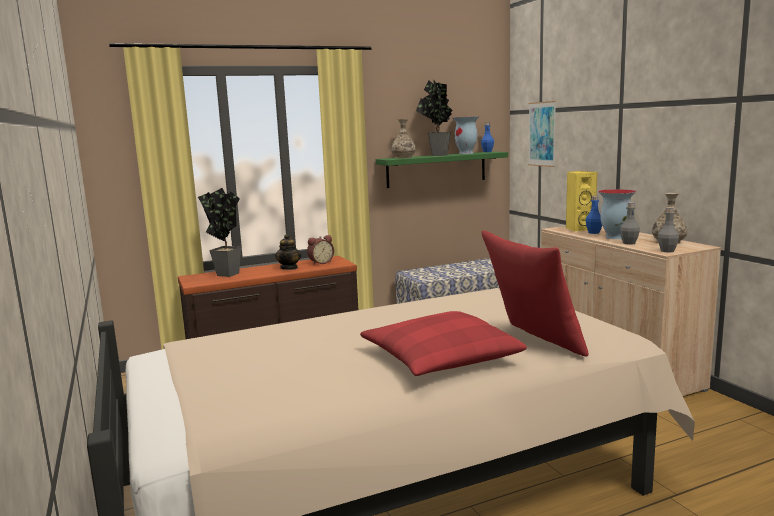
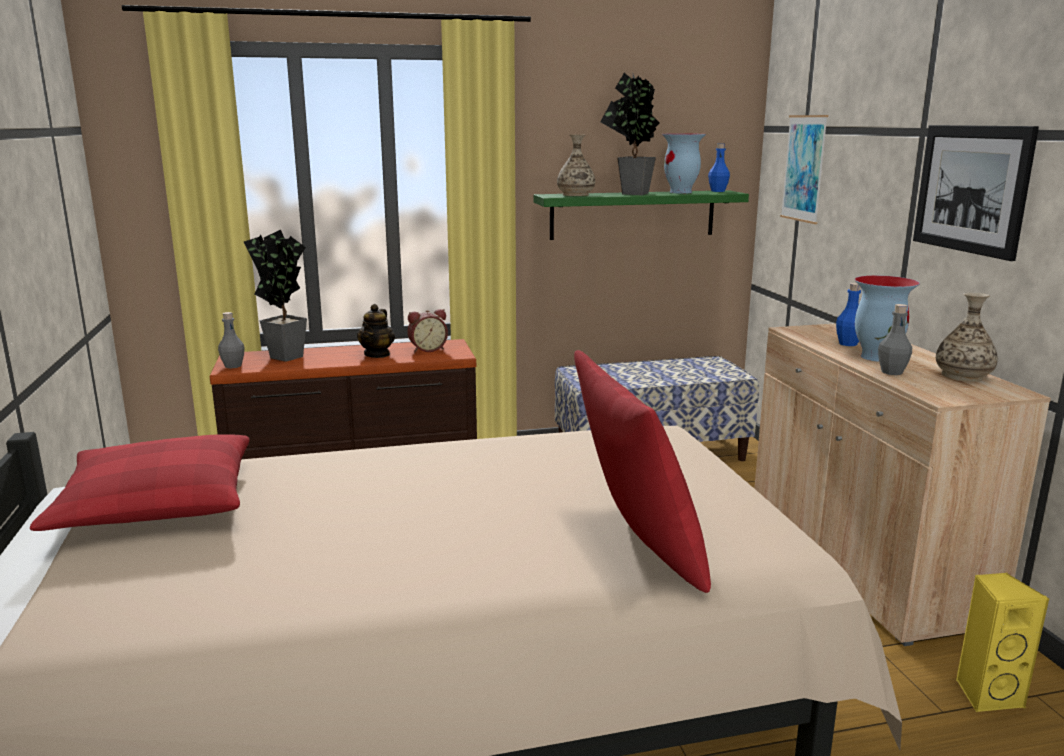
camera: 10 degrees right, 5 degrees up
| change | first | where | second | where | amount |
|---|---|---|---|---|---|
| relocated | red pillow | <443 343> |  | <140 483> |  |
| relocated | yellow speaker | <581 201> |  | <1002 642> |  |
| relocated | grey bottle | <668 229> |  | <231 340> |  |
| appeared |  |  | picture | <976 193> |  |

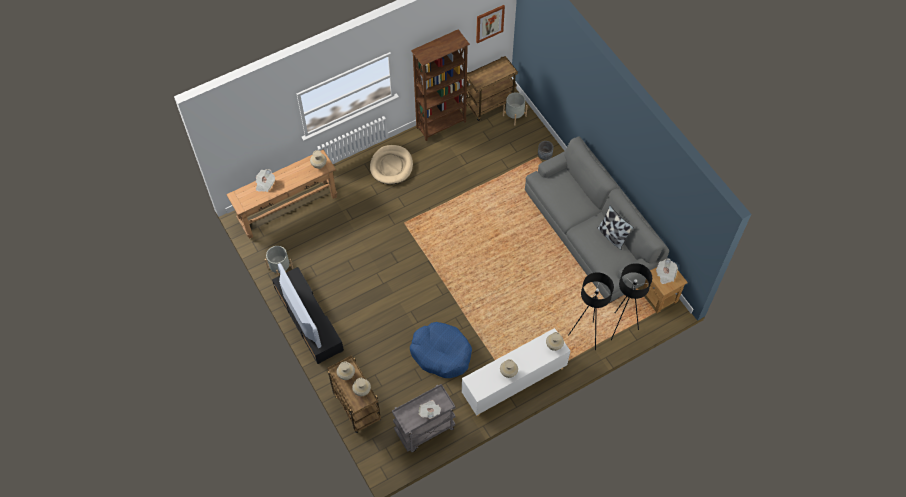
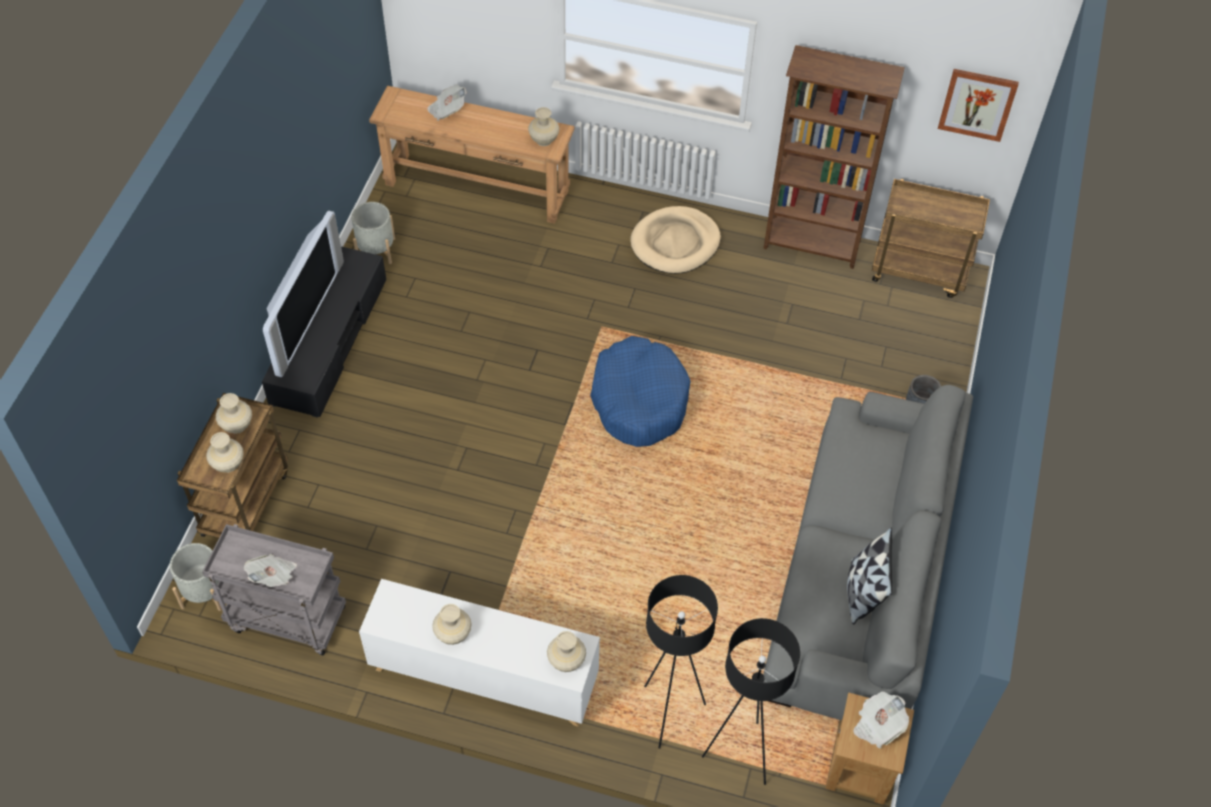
camera: 45 degrees right, 5 degrees down
| change | first | where | second | where | amount |
|---|---|---|---|---|---|
| relocated | blue dog bed | <441 350> |  | <640 391> |  |
| relocated | grey planter | <515 109> |  | <196 577> |  |

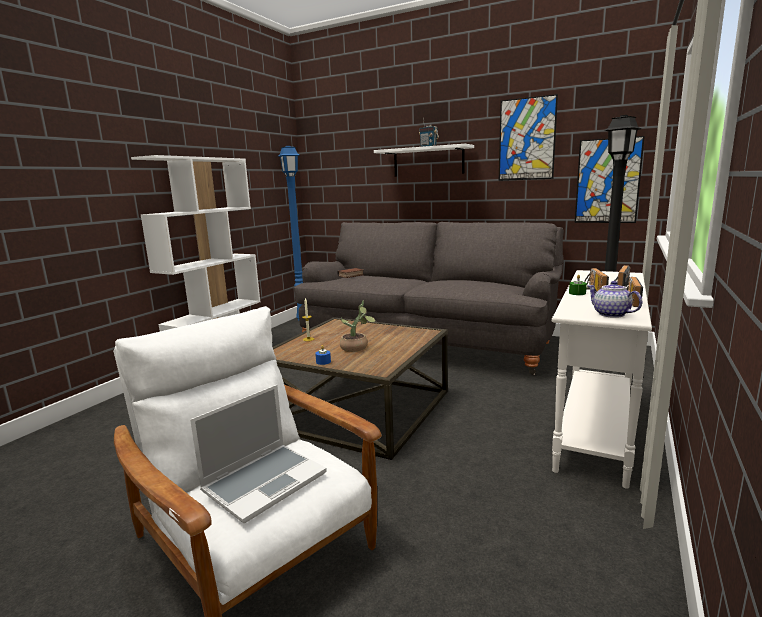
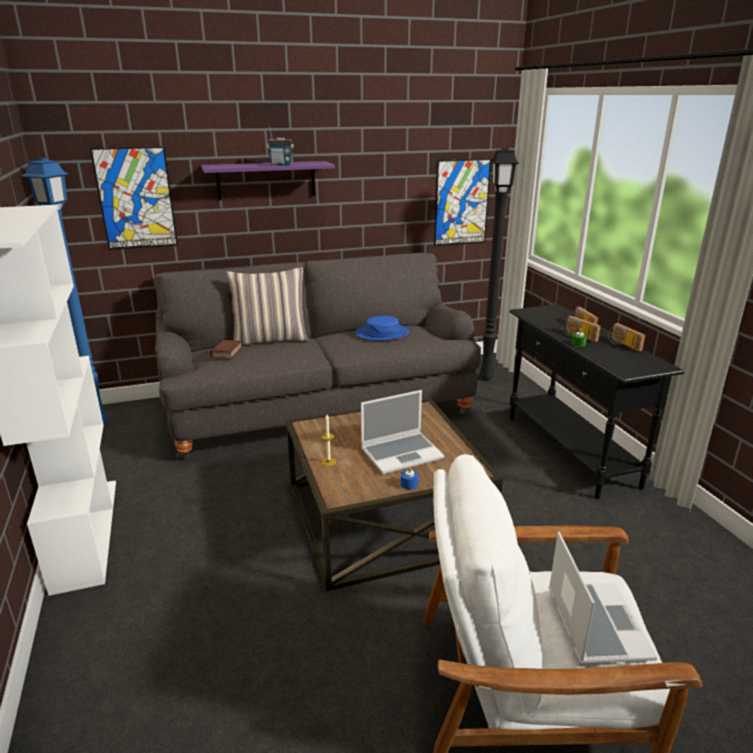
camera: 45 degrees left, 10 degrees up
| change | first | where | second | where | amount |
|---|---|---|---|---|---|
| exchanged | potted plant | <358 326> | laptop | <402 432> |  |
| colour | white shelf | <424 160> | purple shelf | <268 180> |  |
| relocated | picture | <528 137> |  | <134 198> |  |
| colour | white console table | <601 379> | black console table | <597 401> |  |
| missing | teapot | <615 299> |  |  |  |
| appeared |  |  | pillow | <267 306> |  |
| appeared |  |  | blue hat | <382 328> |  |

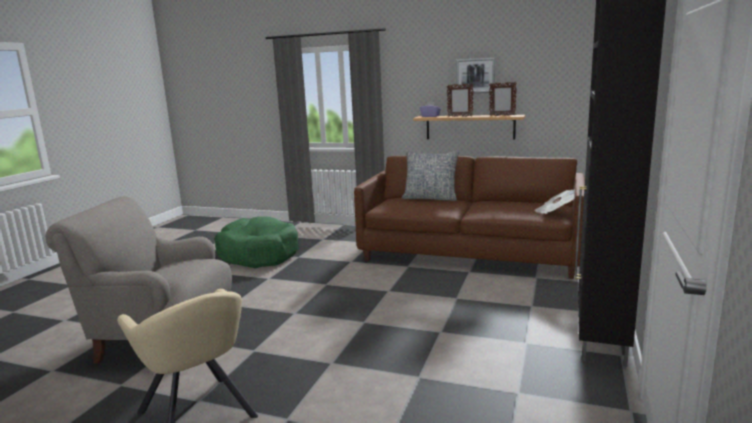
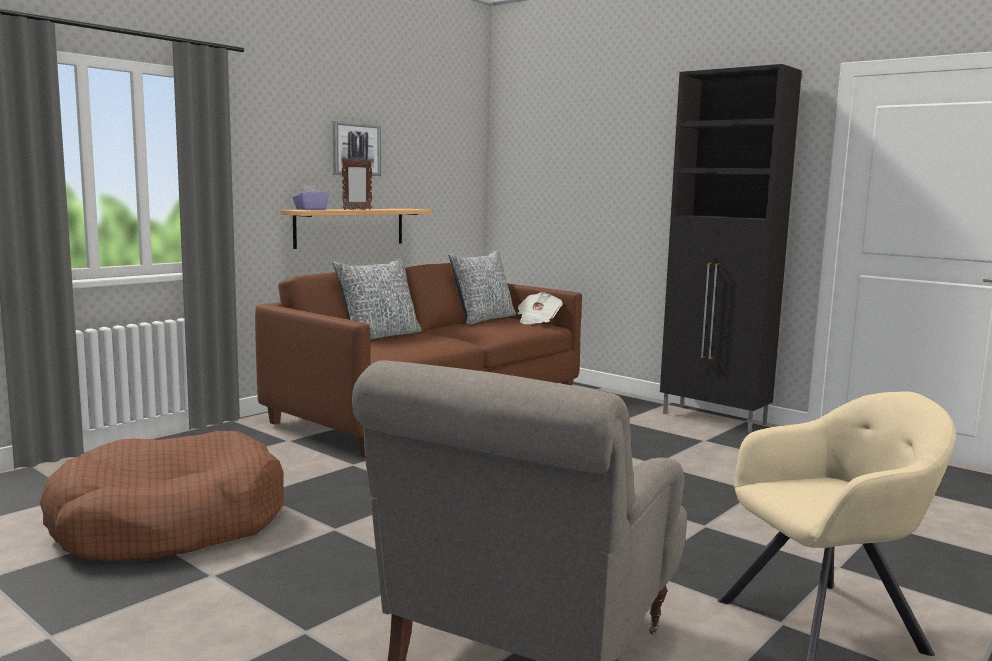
camera: 70 degrees left, 5 degrees down
| change | first | where | second | where | amount |
|---|---|---|---|---|---|
| colour | green dog bed | <257 242> | brown dog bed | <162 496> |  |
| missing | picture frame | <503 99> |  |  |  |
| appeared |  |  | pillow | <482 287> |  |

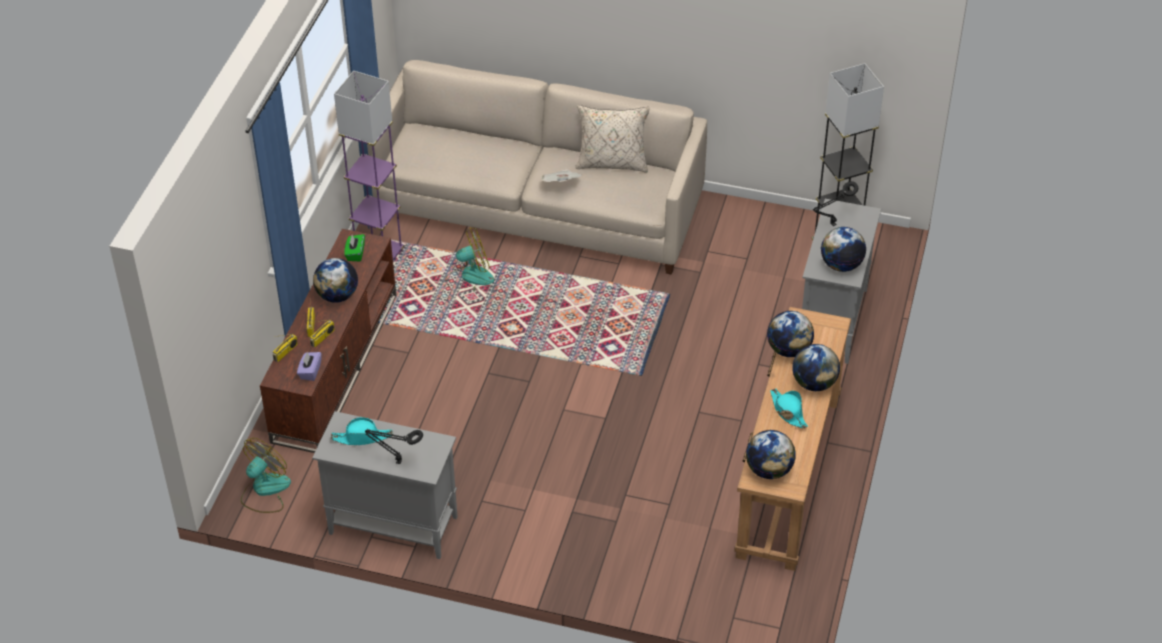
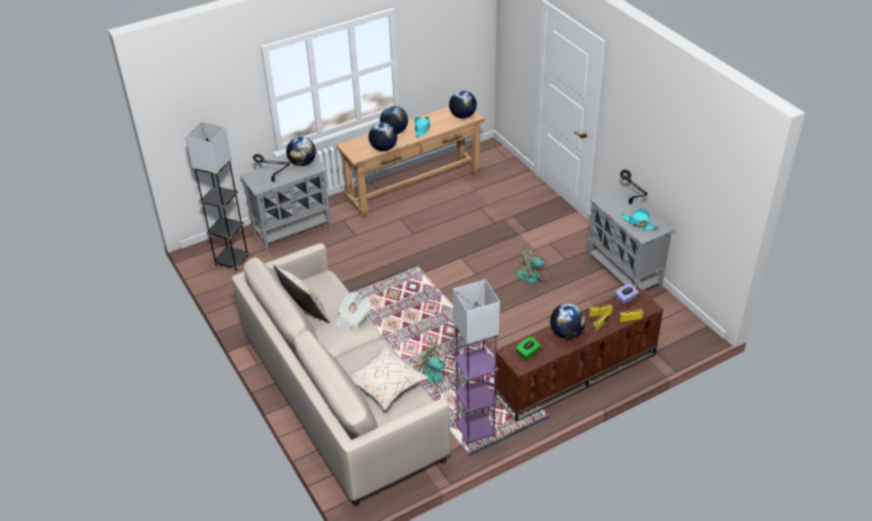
camera: 135 degrees left, 5 degrees down
| change | first | where | second | where | amount |
|---|---|---|---|---|---|
| relocated | fan | <266 475> |  | <534 264> |  |
| appeared |  |  | beige pillow | <388 378> |  |

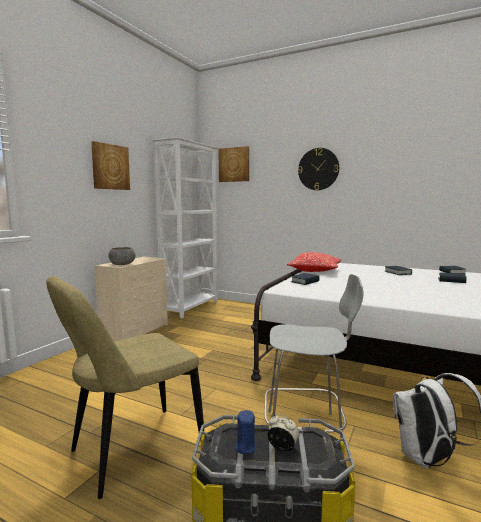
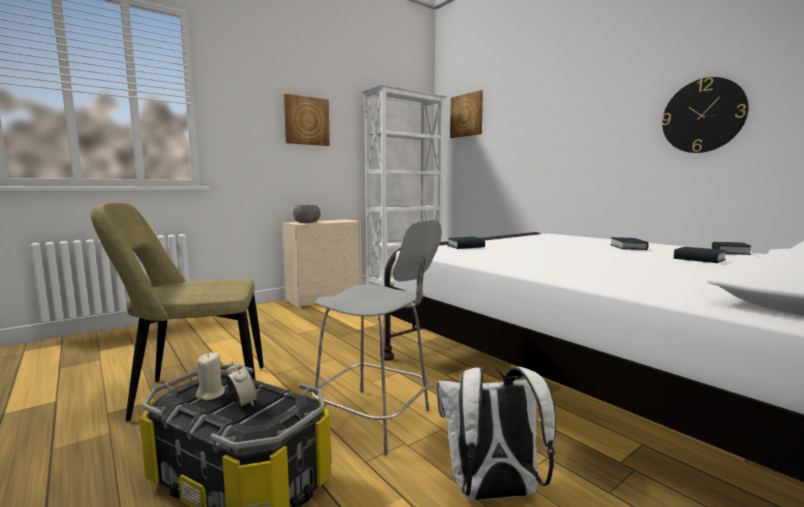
camera: 25 degrees right, 0 degrees up
| change | first | where | second | where | amount |
|---|---|---|---|---|---|
| colour | blue candle | <245 432> | beige candle | <210 376> |  |
| missing | pillow | <314 262> |  |  |  |
| relocated | wall clock | <318 169> |  | <705 115> |  |

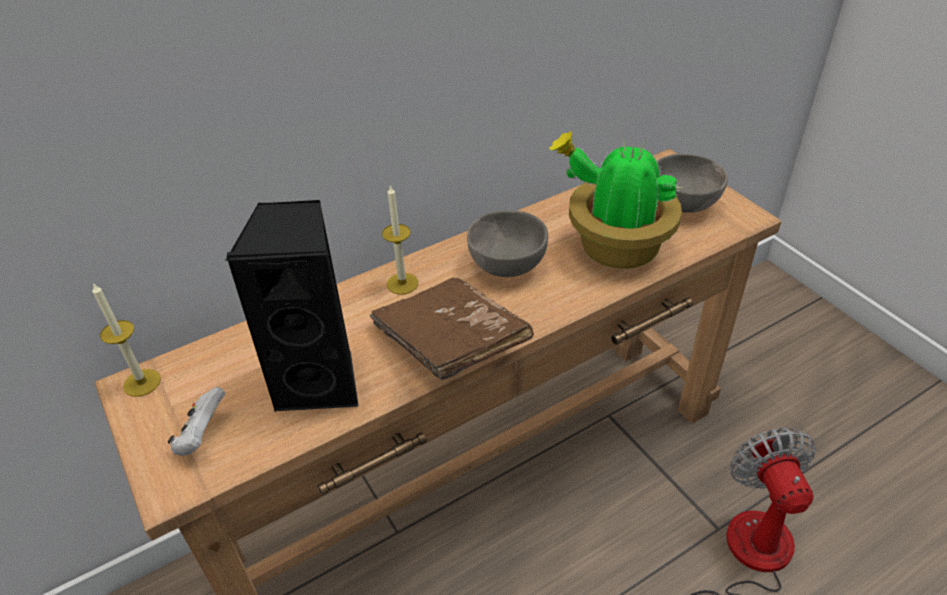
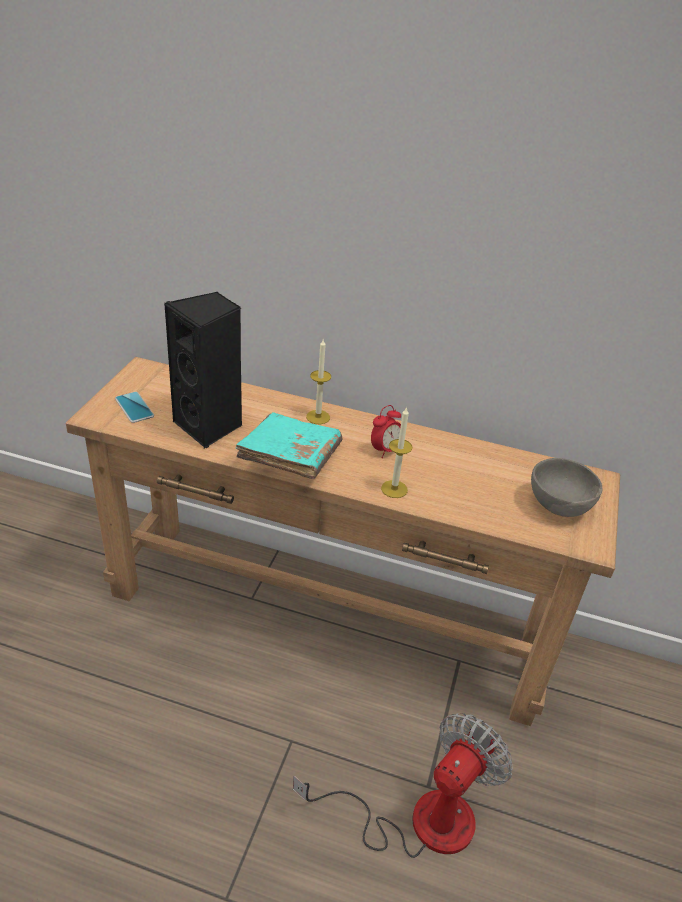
camera: 45 degrees right, 5 degrees down
| change | first | where | second | where | amount |
|---|---|---|---|---|---|
| relocated | candle | <126 340> |  | <397 452> |  |
| exchanged | white game controller | <197 421> | phone | <134 407> |  |
| colour | brown book | <452 329> | turquoise book | <288 445> |  |
| exchanged | grey bowl | <507 243> | alarm clock | <386 432> |  |
| missing | potted plant | <615 200> |  |  |  |

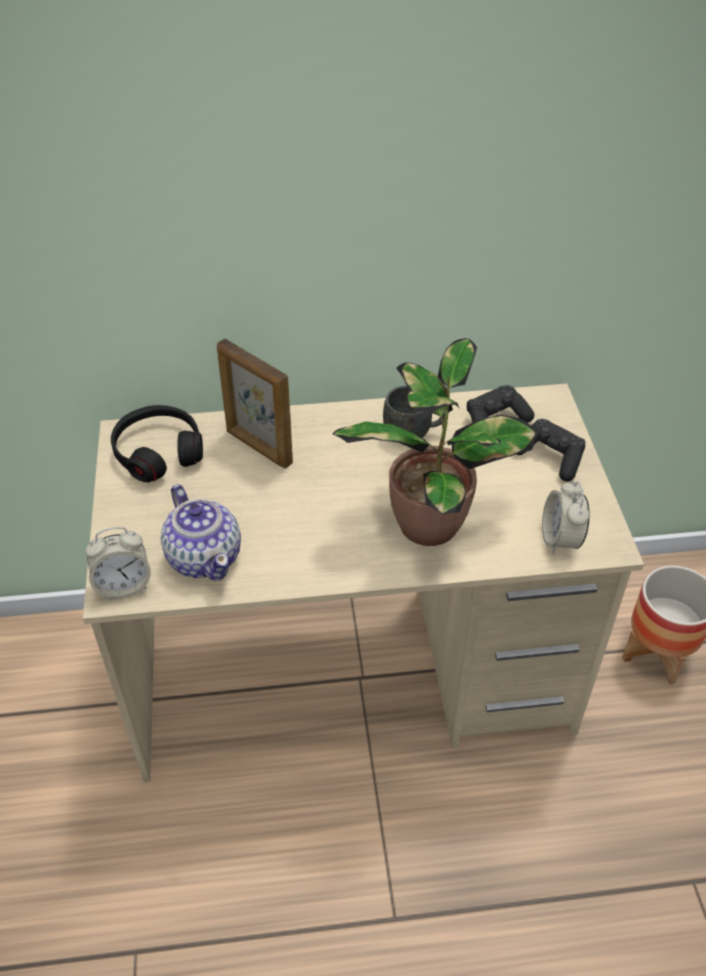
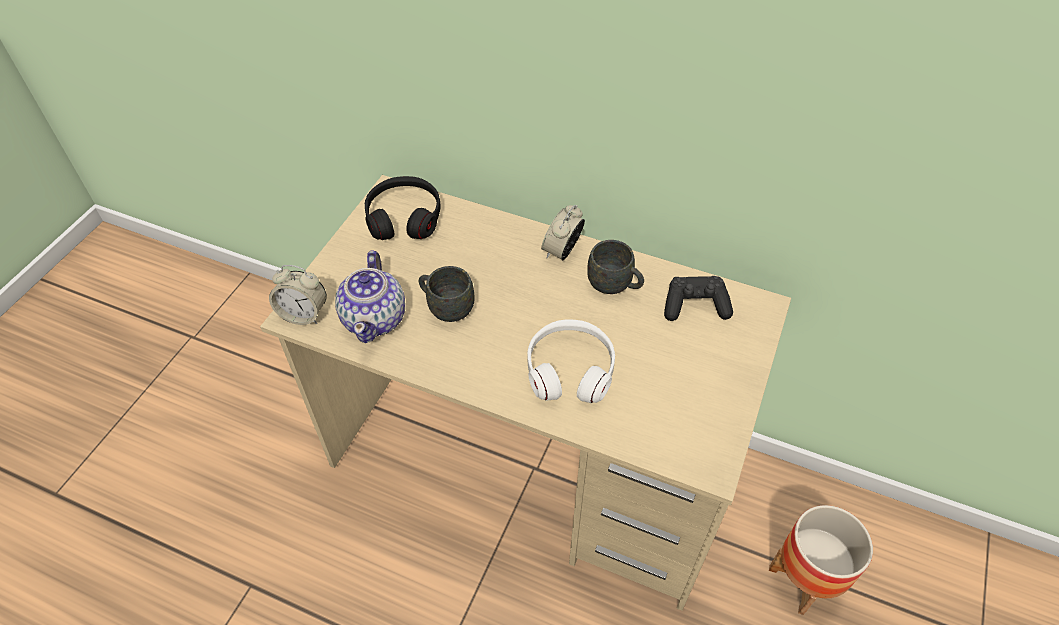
camera: 30 degrees right, 5 degrees up
| change | first | where | second | where | amount |
|---|---|---|---|---|---|
| missing | picture frame | <255 404> |  |  |  |
| exchanged | potted plant | <434 442> | white headphones | <571 361> |  |
| missing | black game controller | <550 450> |  |  |  |
| relocated | alarm clock | <566 517> |  | <563 232> |  |
| appeared |  |  | grey mug | <446 294> |  |

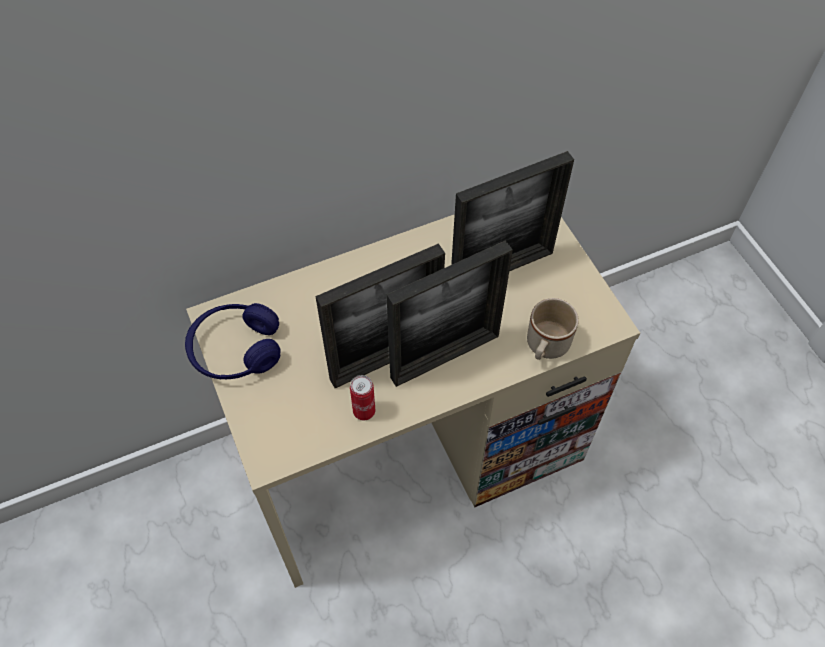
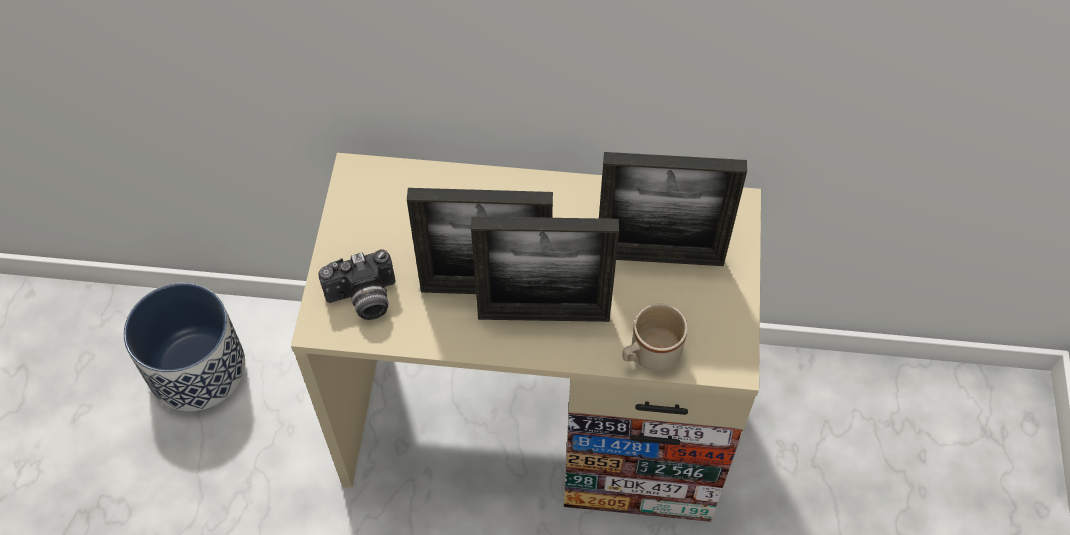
camera: 30 degrees right, 0 degrees up
| change | first | where | second | where | amount |
|---|---|---|---|---|---|
| missing | blue headphones | <233 341> |  |  |  |
| missing | can | <362 397> |  |  |  |
| appeared |  |  | planter | <184 347> |  |
| appeared |  |  | photo camera | <357 284> |  |

